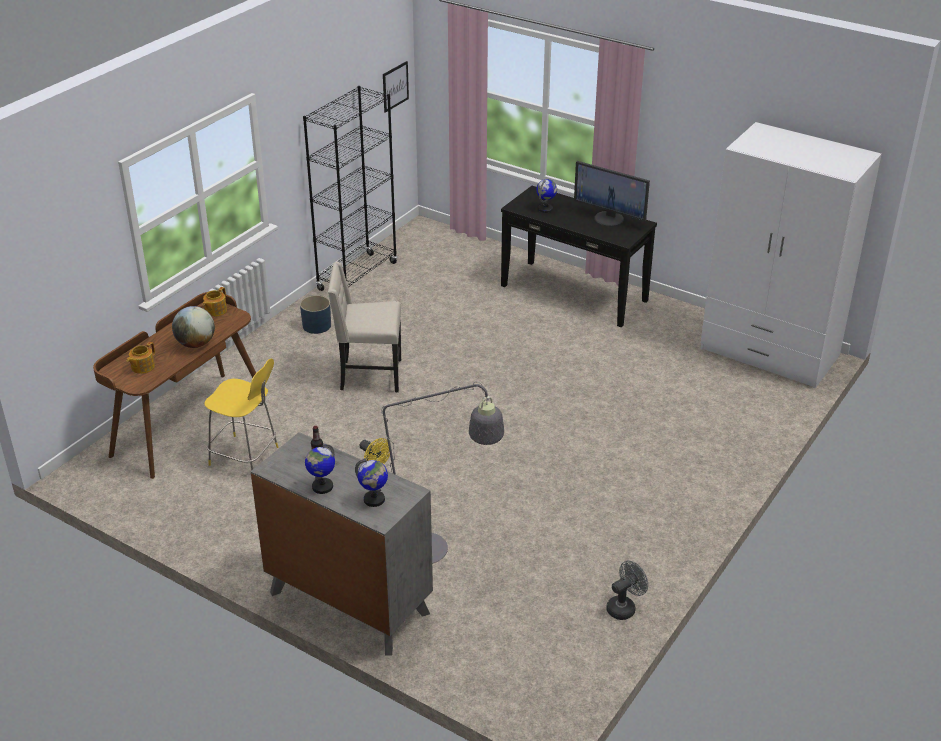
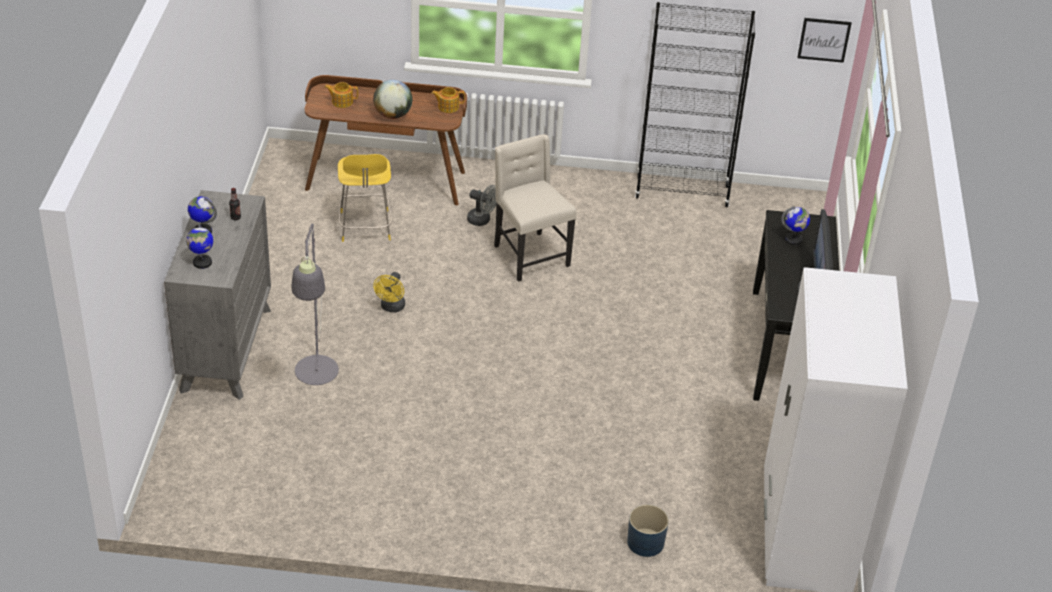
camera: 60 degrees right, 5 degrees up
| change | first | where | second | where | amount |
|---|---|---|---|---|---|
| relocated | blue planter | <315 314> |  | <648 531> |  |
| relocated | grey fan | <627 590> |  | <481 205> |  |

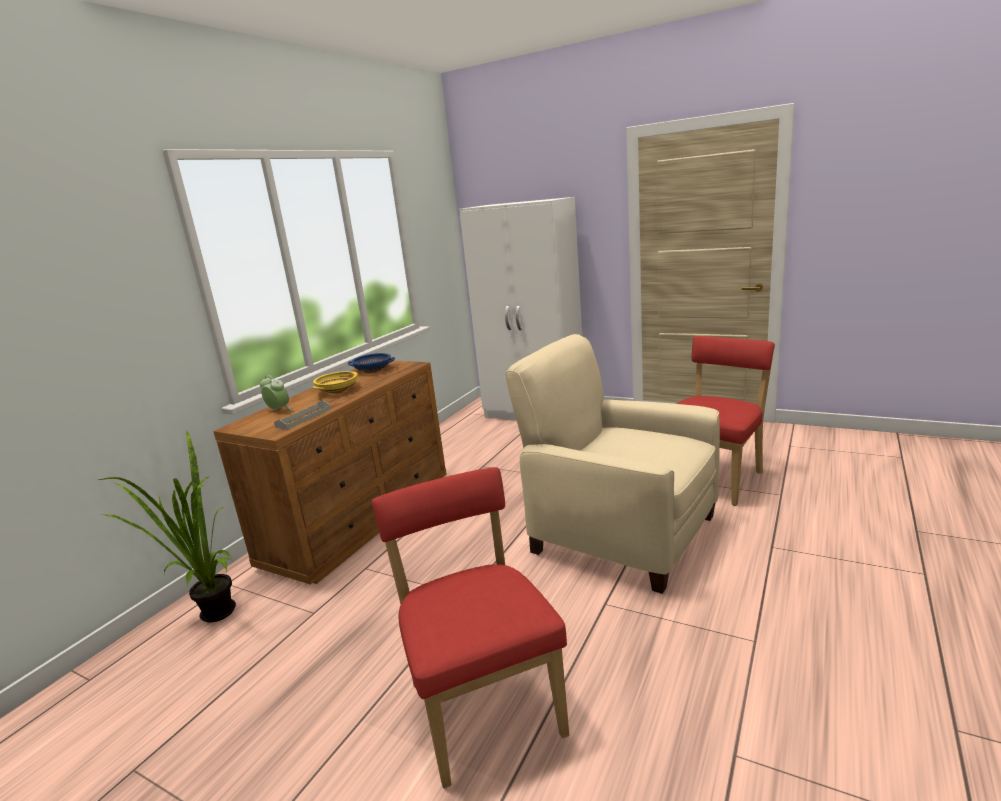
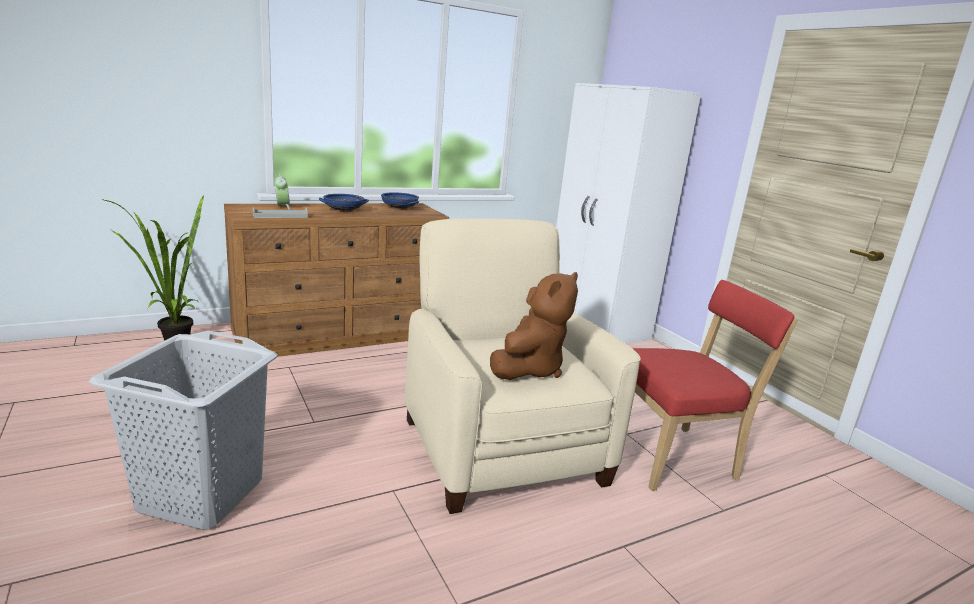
camera: 30 degrees right, 0 degrees up
| change | first | where | second | where | amount |
|---|---|---|---|---|---|
| colour | yellow bowl | <335 382> | blue bowl | <344 203> |  |
| exchanged | red chair | <470 628> | grey laundry basket | <183 430> |  |
| appeared |  |  | brown plush toy | <534 326> |  |

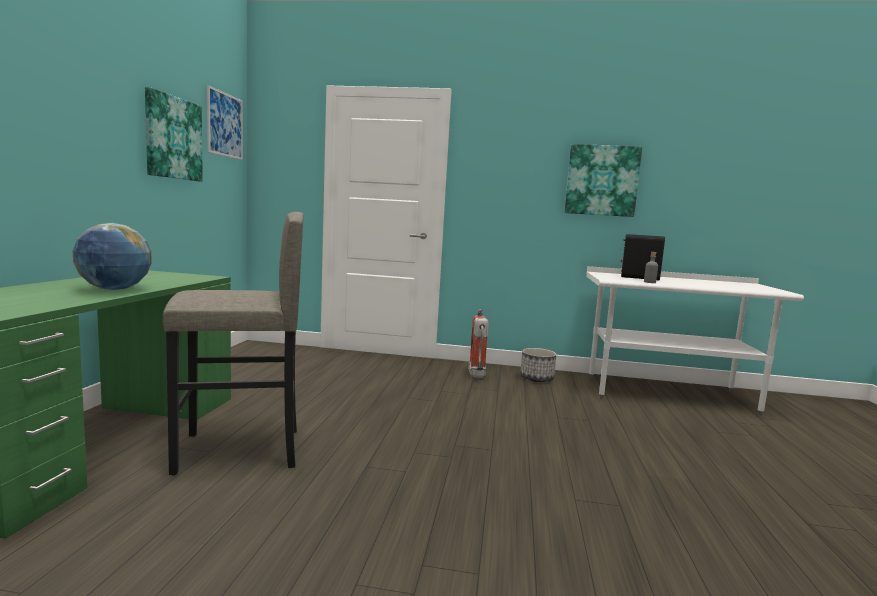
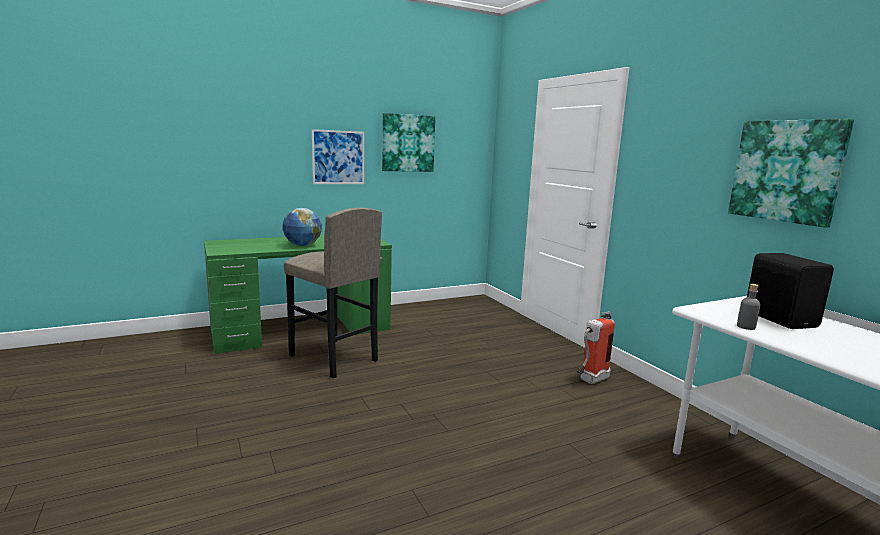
camera: 55 degrees right, 5 degrees up
| change | first | where | second | where | amount |
|---|---|---|---|---|---|
| relocated | picture | <225 122> |  | <338 156> |  |
| missing | planter | <538 365> |  |  |  |

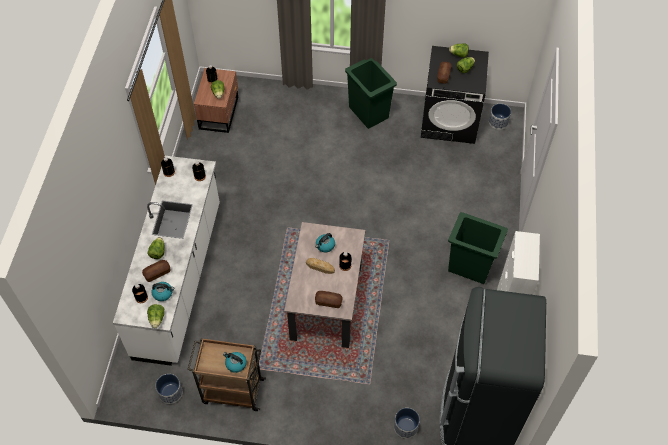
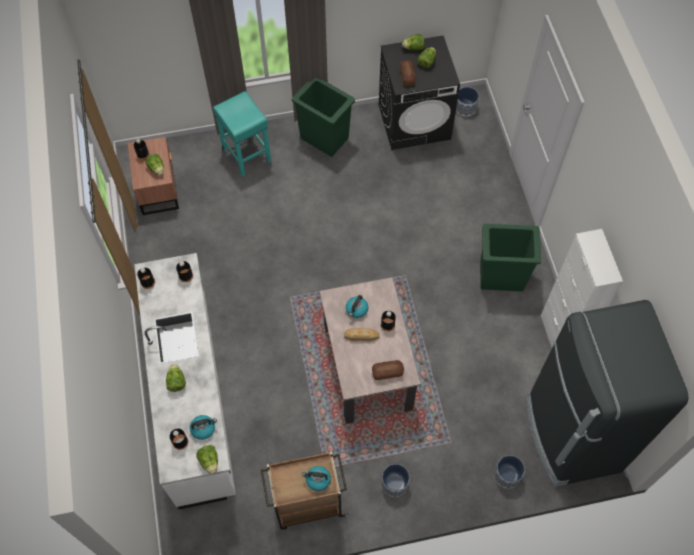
camera: 20 degrees left, 5 degrees up
| change | first | where | second | where | amount |
|---|---|---|---|---|---|
| missing | bread | <156 271> |  |  |  |
| relocated | planter | <169 389> |  | <395 480> |  |
| appeared |  |  | turquoise stool | <242 134> |  |

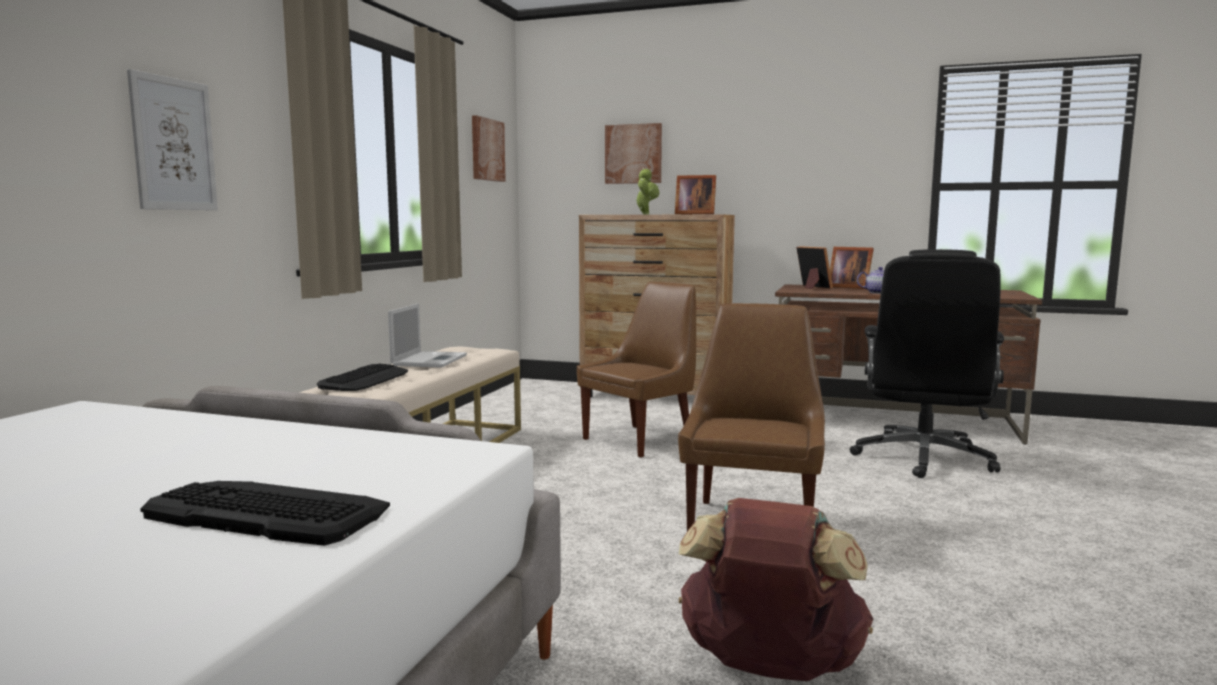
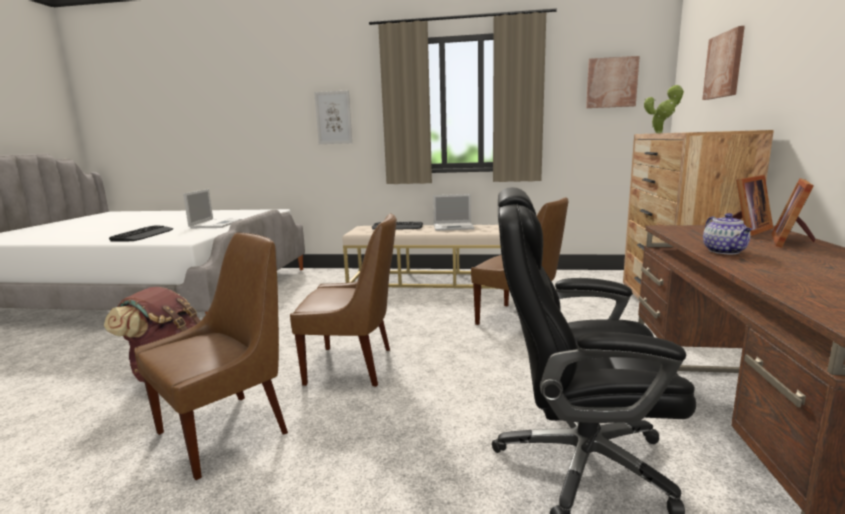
camera: 80 degrees right, 5 degrees up
| change | first | where | second | where | amount |
|---|---|---|---|---|---|
| missing | picture frame | <695 195> |  |  |  |
| appeared |  |  | brown chair | <211 356> |  |
| appeared |  |  | laptop | <212 208> |  |

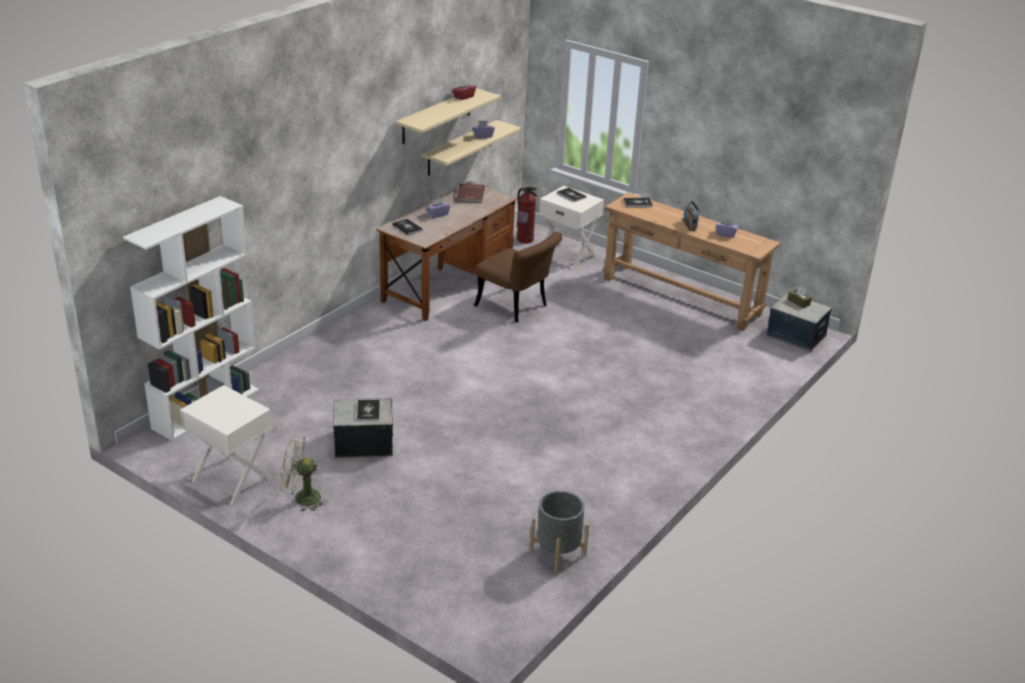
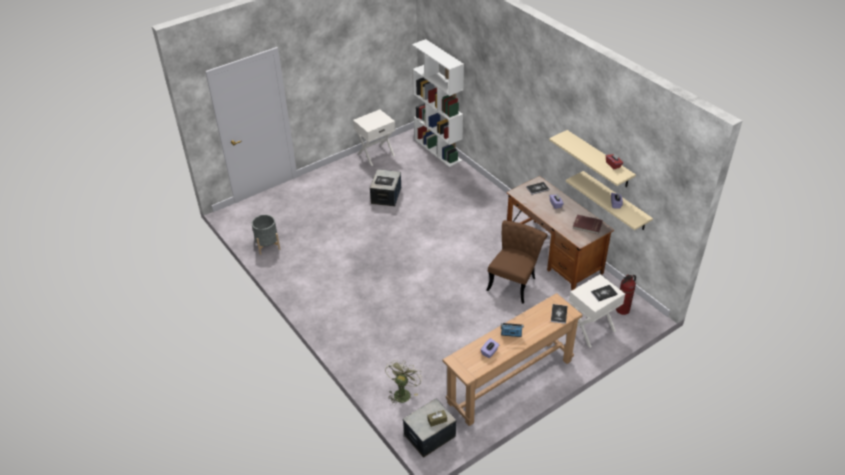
camera: 110 degrees right, 10 degrees up
| change | first | where | second | where | amount |
|---|---|---|---|---|---|
| relocated | green fan | <304 474> |  | <403 382> |  |
| spun | brown chair | <518 277> |  | <517 262> | 150 degrees clockwise |

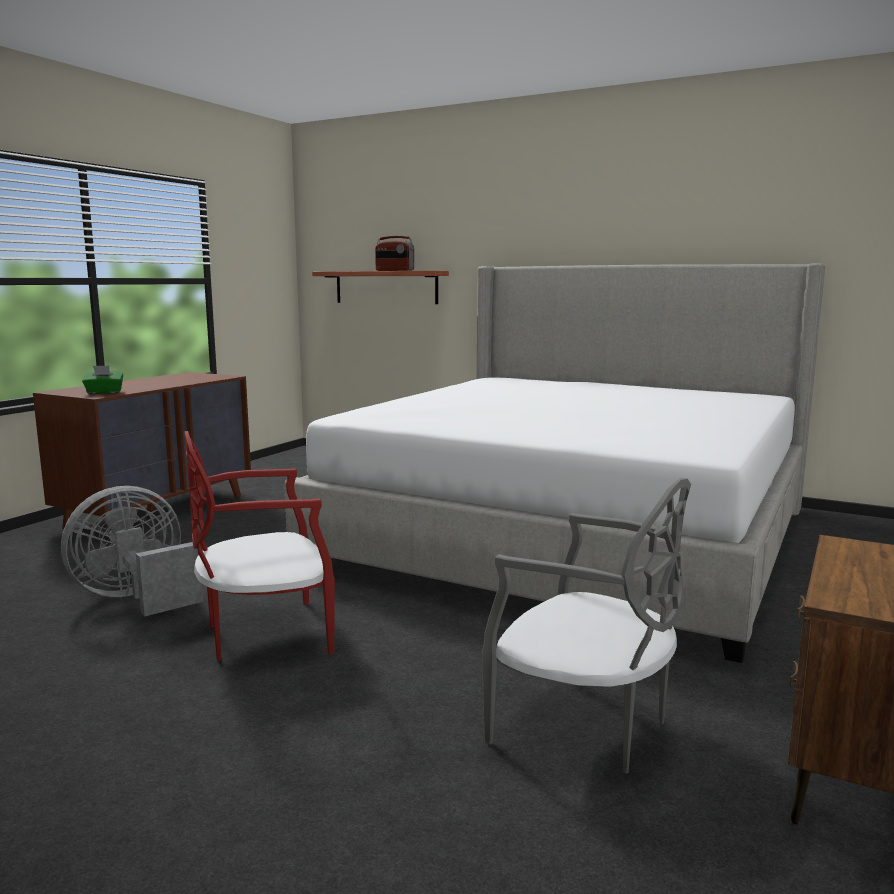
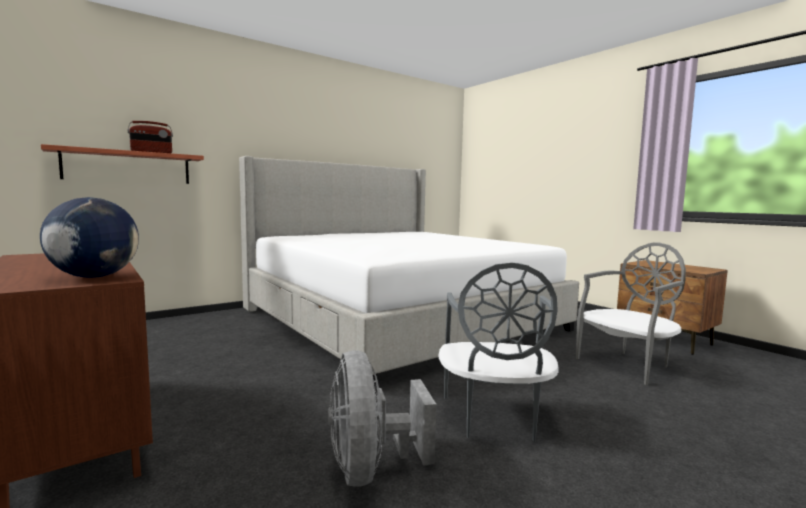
camera: 65 degrees left, 5 degrees down
| change | first | where | second | where | amount |
|---|---|---|---|---|---|
| exchanged | green tissue box | <102 380> | globe | <89 237> |  |
| colour | red chair | <259 546> | grey chair | <498 352> |  |

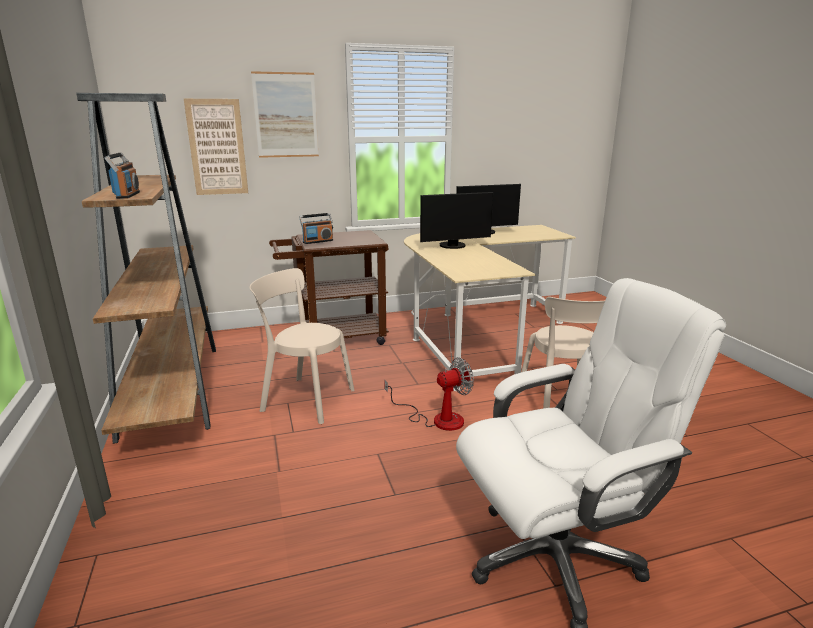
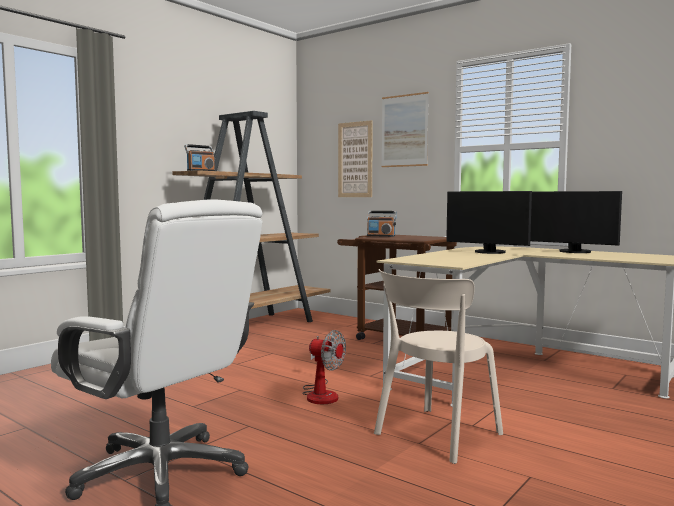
camera: 55 degrees right, 15 degrees down
| change | first | where | second | where | amount |
|---|---|---|---|---|---|
| missing | beige chair | <302 346> |  |  |  |

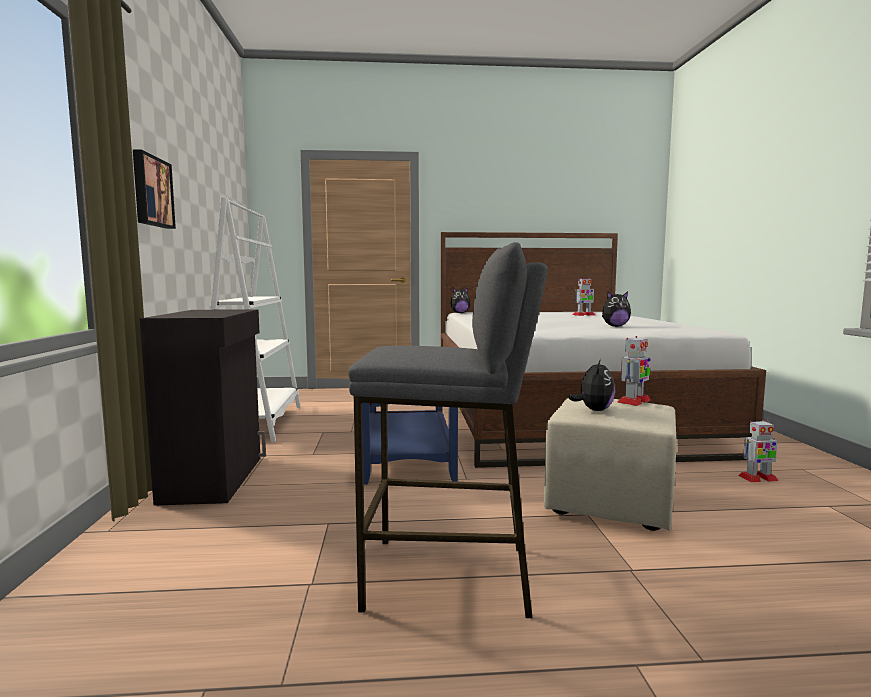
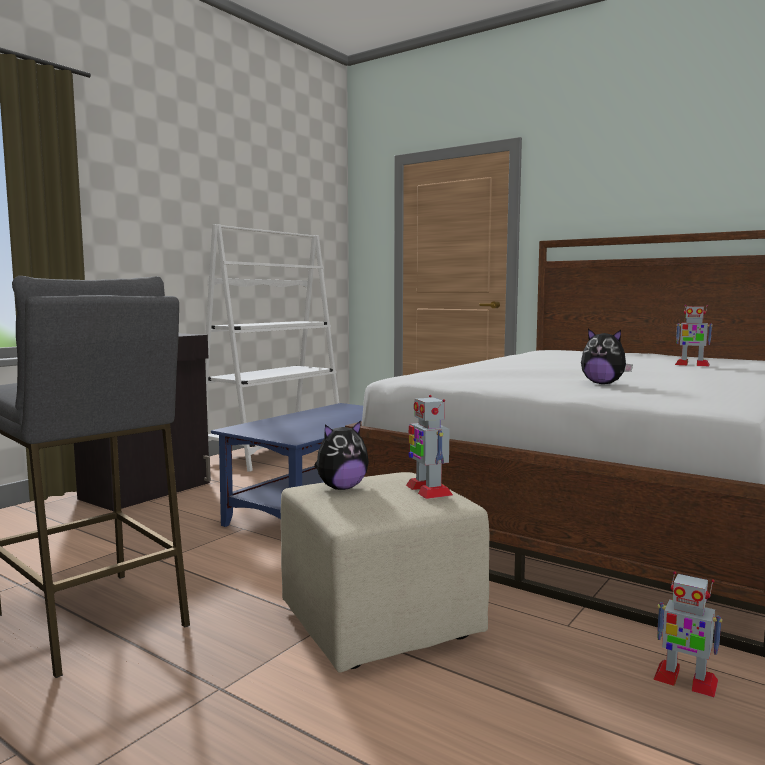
camera: 40 degrees right, 0 degrees up
| change | first | where | second | where | amount |
|---|---|---|---|---|---|
| missing | picture | <154 189> |  |  |  |
| missing | plush toy | <460 300> |  |  |  |
| spun | toy robot | <634 371> |  | <429 447> | 75 degrees clockwise |

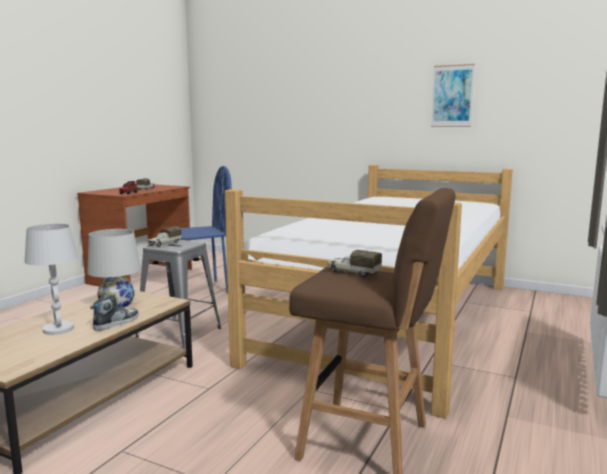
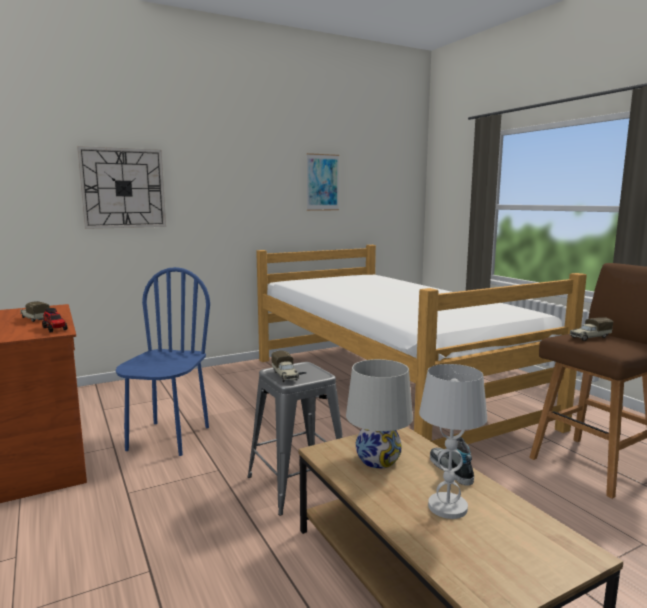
camera: 55 degrees left, 0 degrees up
| change | first | where | second | where | amount |
|---|---|---|---|---|---|
| appeared |  |  | wall clock | <121 187> |  |

